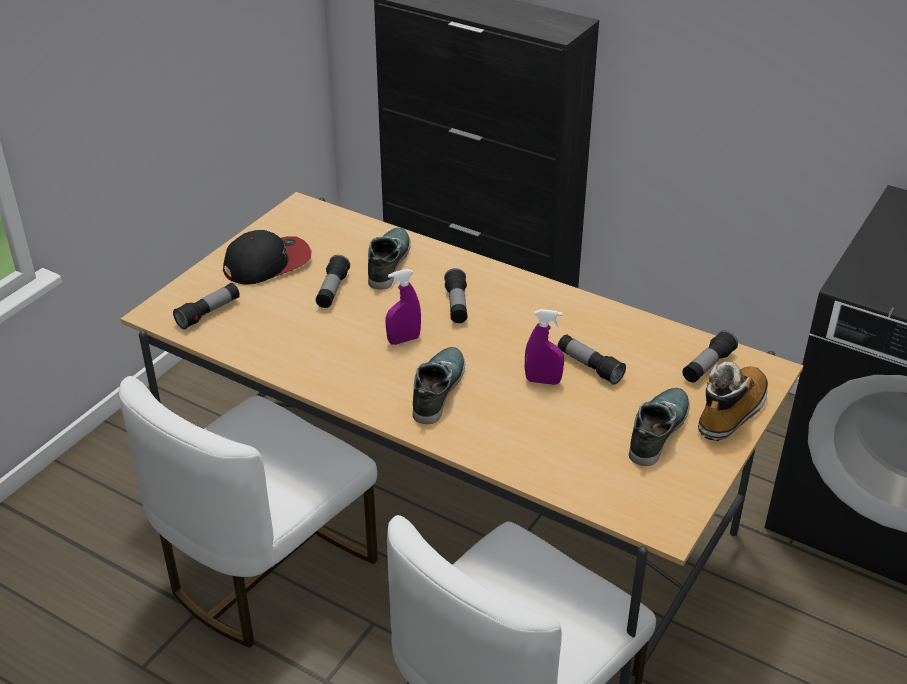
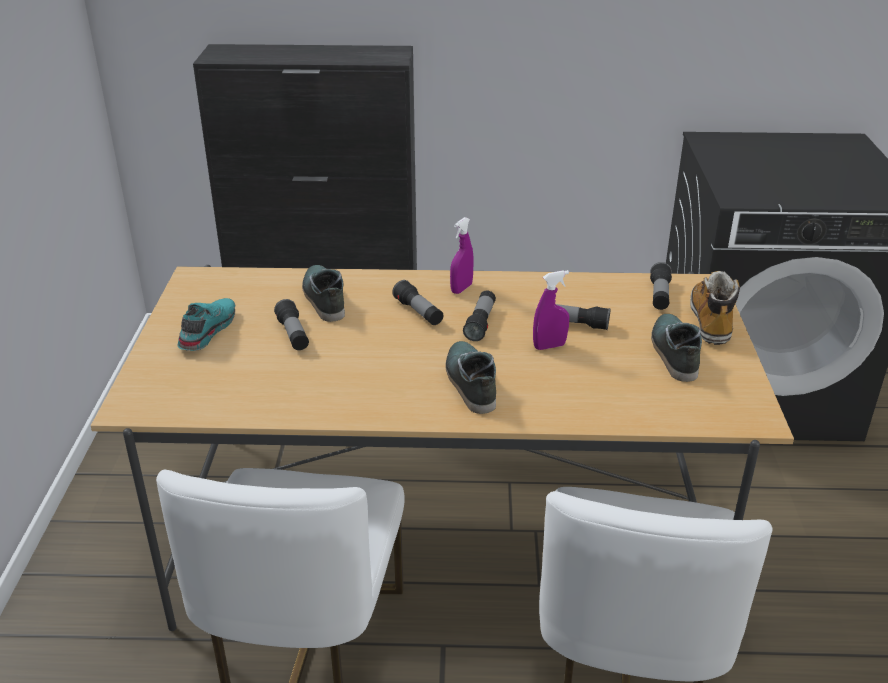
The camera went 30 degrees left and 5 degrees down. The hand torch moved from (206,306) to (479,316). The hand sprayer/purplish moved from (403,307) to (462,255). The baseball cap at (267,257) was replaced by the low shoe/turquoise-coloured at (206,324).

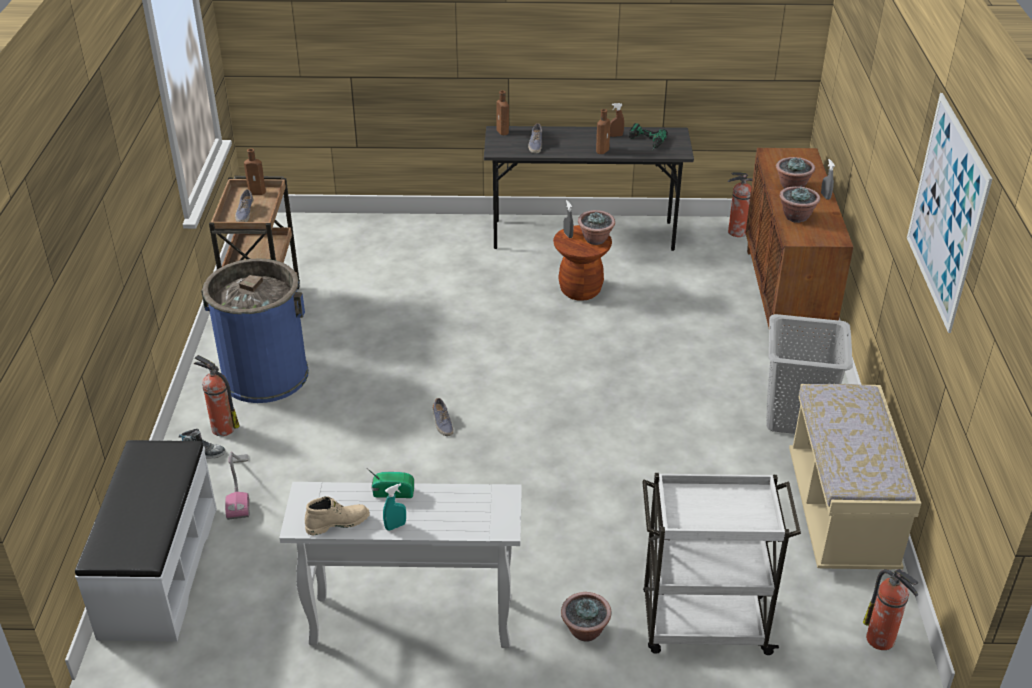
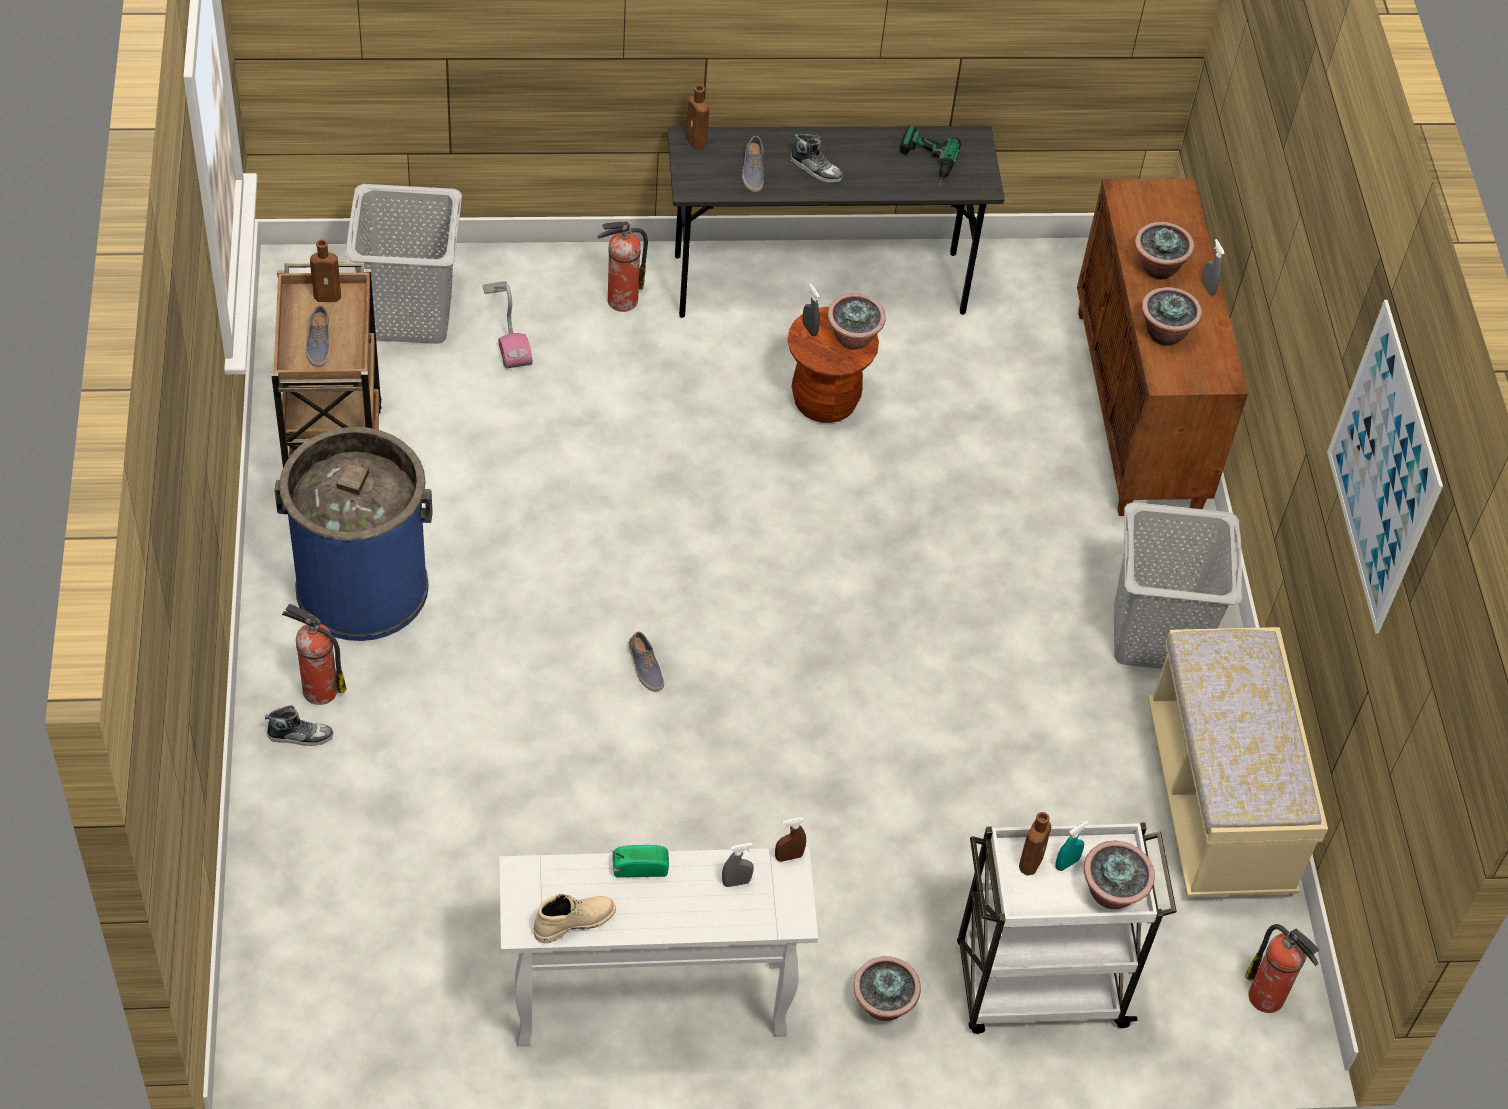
The camera went 10 degrees left and 15 degrees up. The bench/white-coloured at (146,541) disappeared. The laundry basket/grey at (403,264) appeared. The hand sprayer/grey at (738,865) appeared. The low shoe at (817,158) appeared. The plant in a pot at (1119,875) appeared. The hoover moved from (237,486) to (507,325). The hand sprayer/turquoise-coloured moved from (394,507) to (1071,846). The drink bottle/brown moved from (603,131) to (1035,843). The hand sprayer/brown moved from (617,120) to (790,840). The fire-fighting cylinder moved from (740,204) to (623,266).

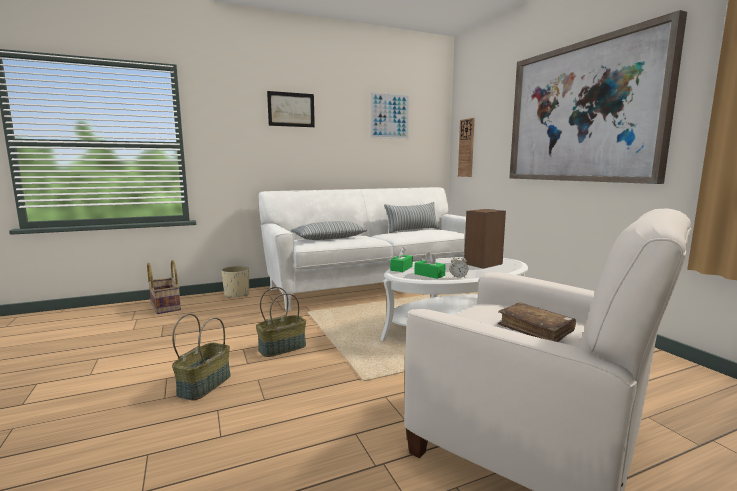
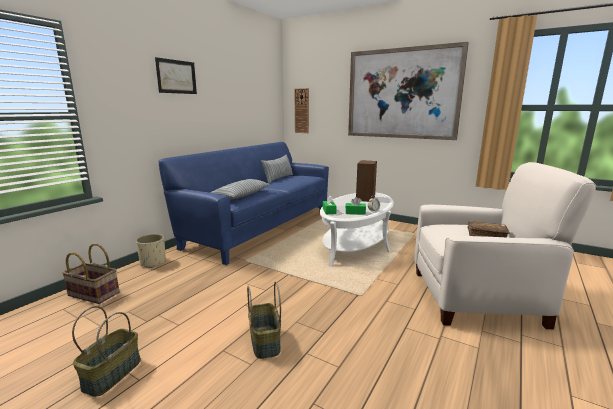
The camera went 35 degrees left and 5 degrees up. The wall art at (390,115) disappeared. The basket moved from (281,322) to (106,351). The sofa/white-coloured at (362,249) became the sofa/blue at (244,203).

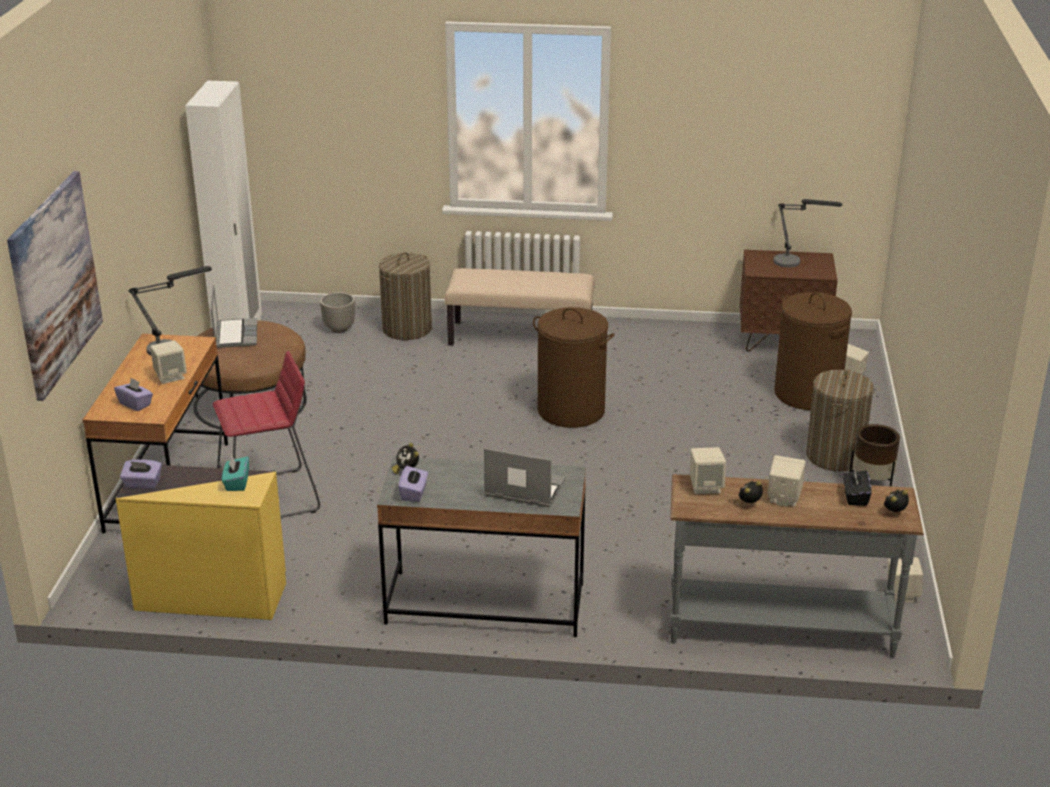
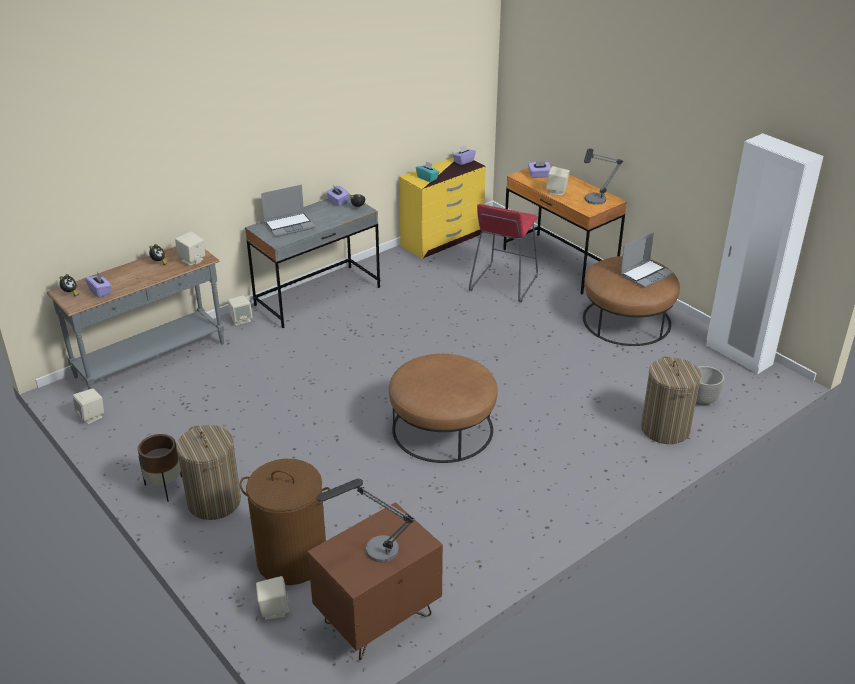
The camera went 135 degrees right and 5 degrees up. The wall art at (55,286) disappeared. The bench/sand-coloured at (520,307) disappeared. The audio speaker/sand-coloured moved from (787,481) to (240,310). The laundry basket/brown at (574,367) was replaced by the pouffe/brown at (443,408). The tissue holder/black at (857,487) became the tissue holder/purplish at (98,284). The notebook computer at (234,316) turned 75 degrees counterclockwise.

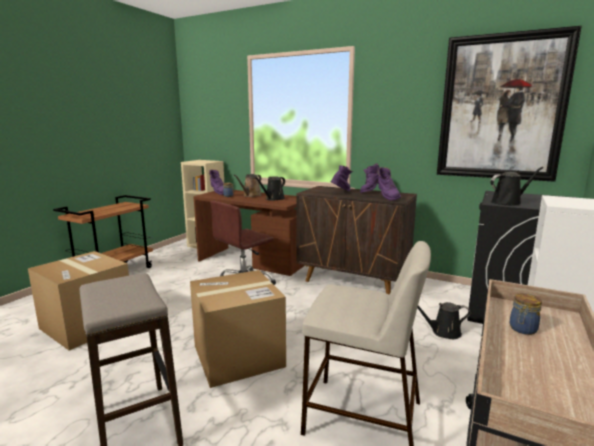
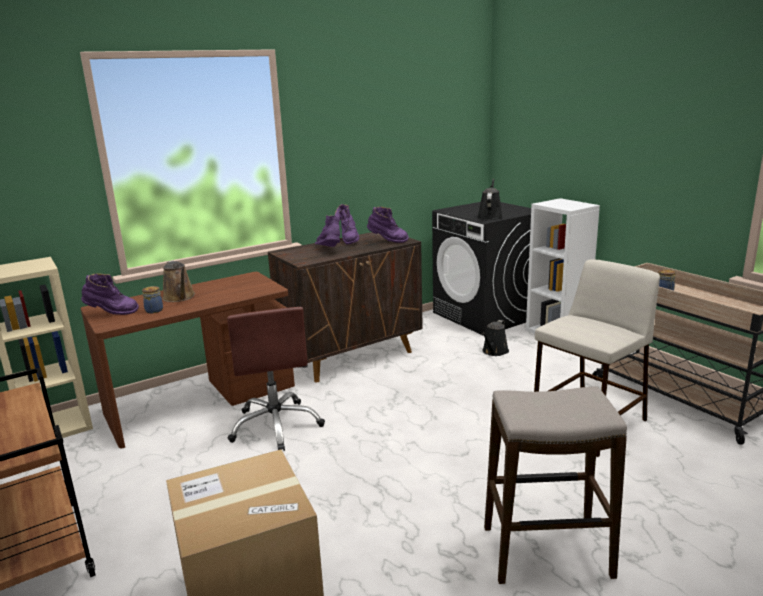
The camera went 60 degrees left and 5 degrees up. The cardboard box at (238,329) disappeared. The sprinkling can/black at (269,188) disappeared. The wall art at (509,104) disappeared.

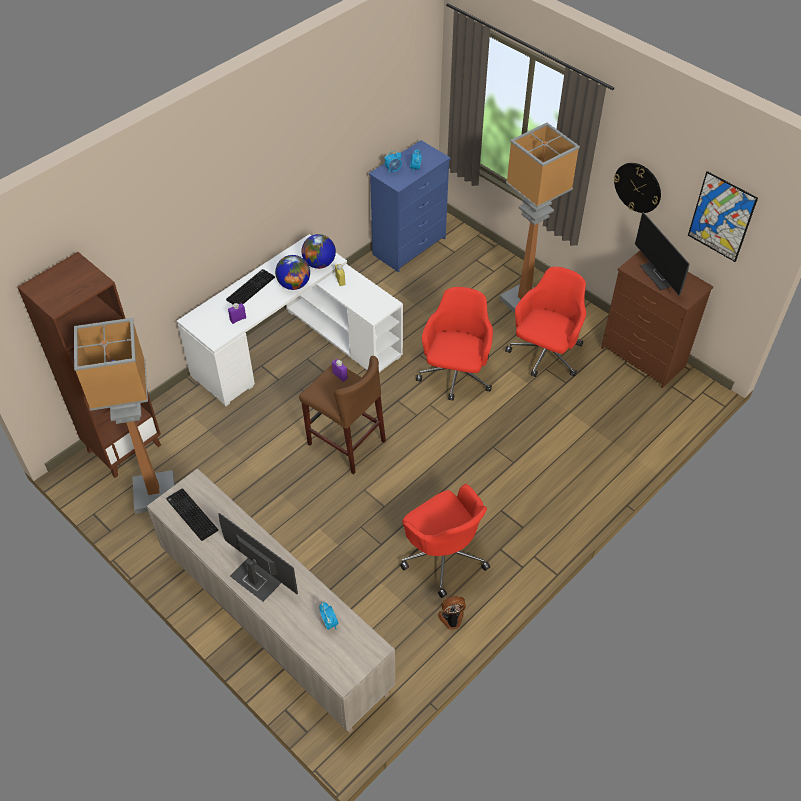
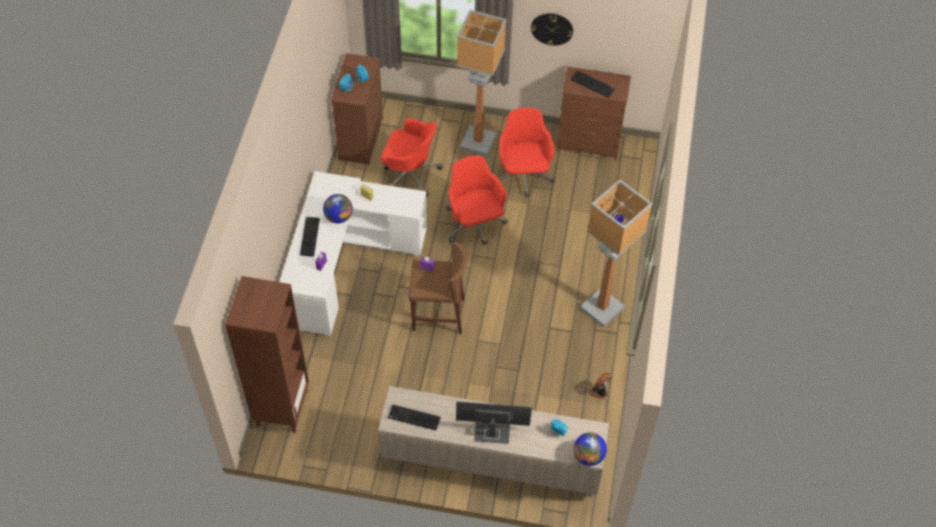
The camera went 35 degrees left and 5 degrees up. The wall art at (723,216) disappeared. The standard lamp moved from (124,416) to (616,254). The globe moved from (319,251) to (590,449). The desk chair/reddish moved from (445,541) to (412,157). The computer screen at (662,254) was replaced by the PC keyboard at (593,84). The dresser/blue at (410,206) became the dresser/brown at (357,109).

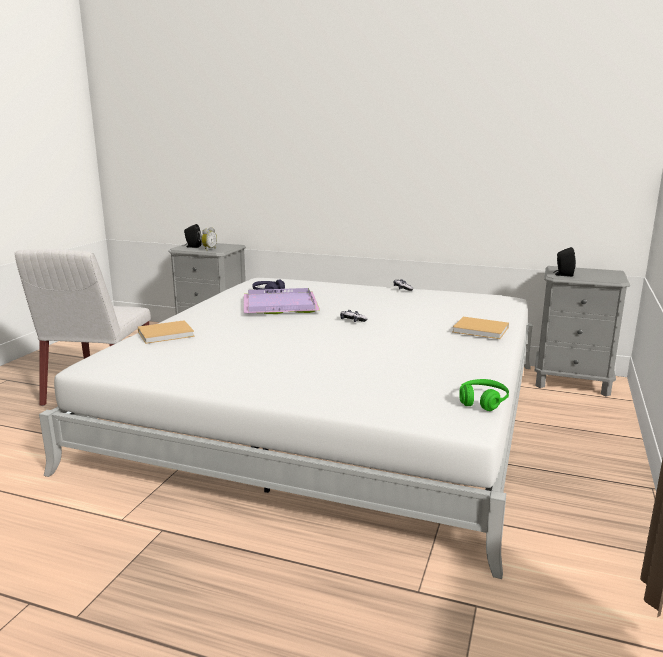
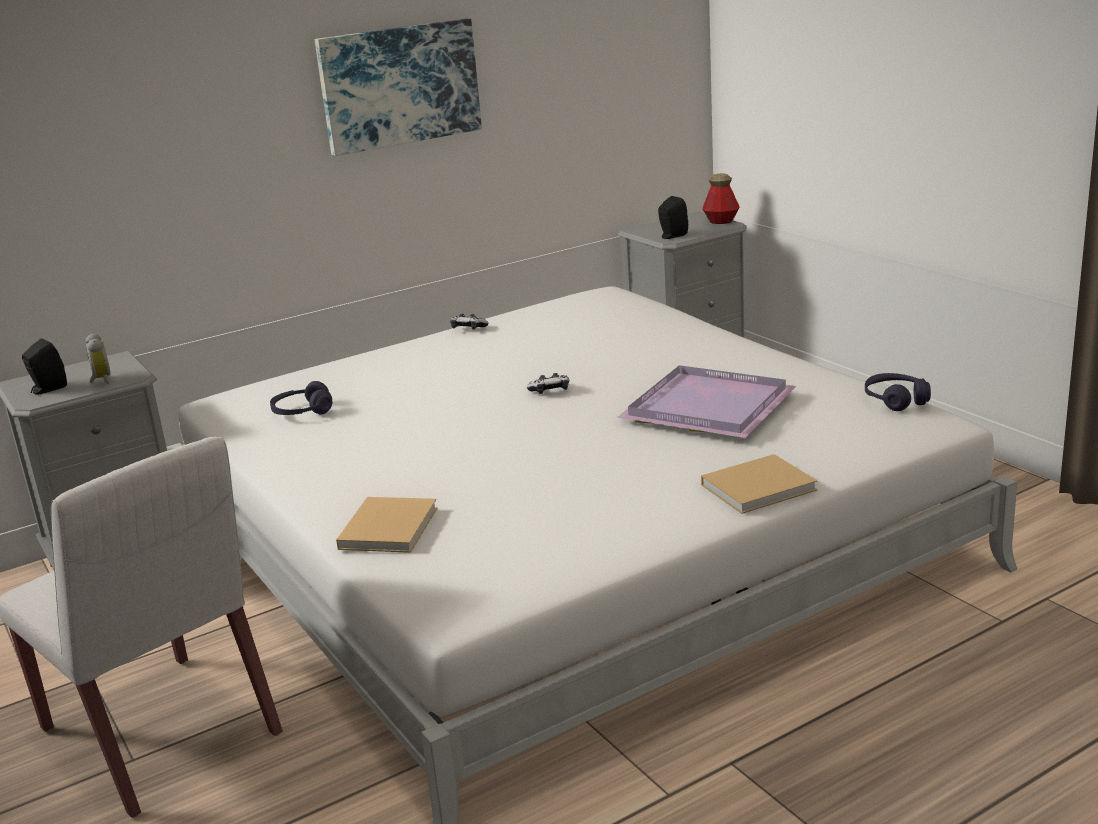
The camera went 50 degrees left and 5 degrees up. The wall art at (398,87) appeared. The drink bottle at (721,199) appeared. The serving tray/purplish moved from (282,301) to (707,401). The volume/sand-coloured moved from (481,328) to (759,484). The headphones/green-coloured at (484,395) became the headphones/purplish at (898,392).

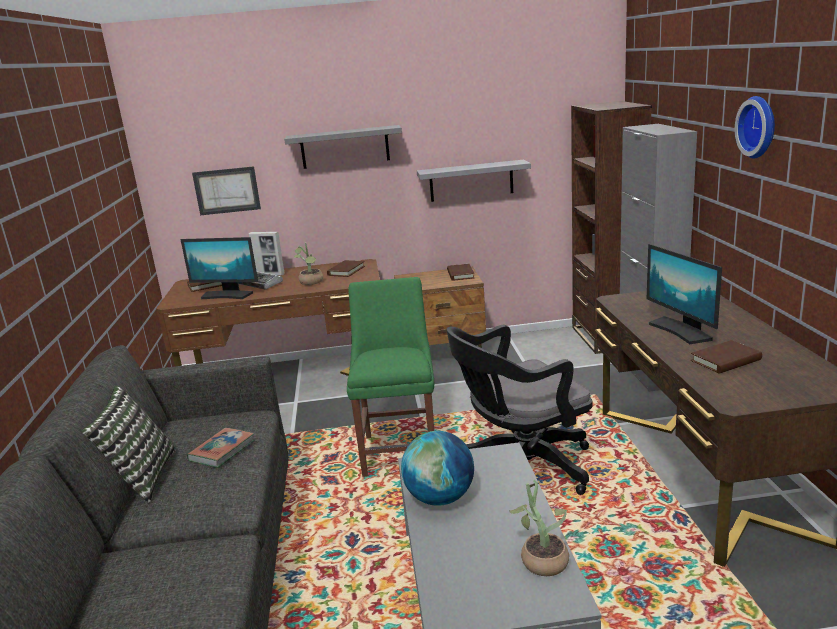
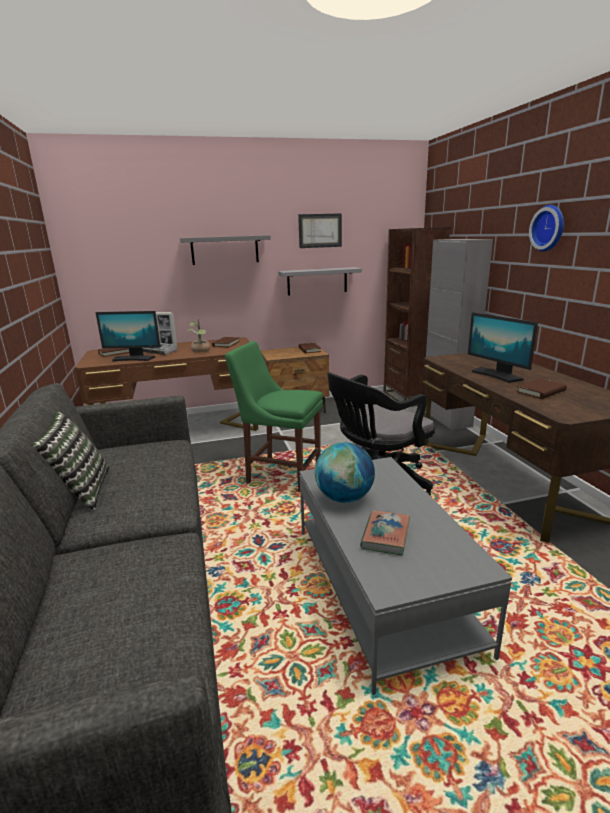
The camera went 10 degrees left and 0 degrees up. The plant in a pot at (539,528) disappeared. The volume moved from (220,448) to (385,532). The wall art moved from (226,190) to (320,230). The plain chair/green-coloured at (390,377) turned 60 degrees counterclockwise.

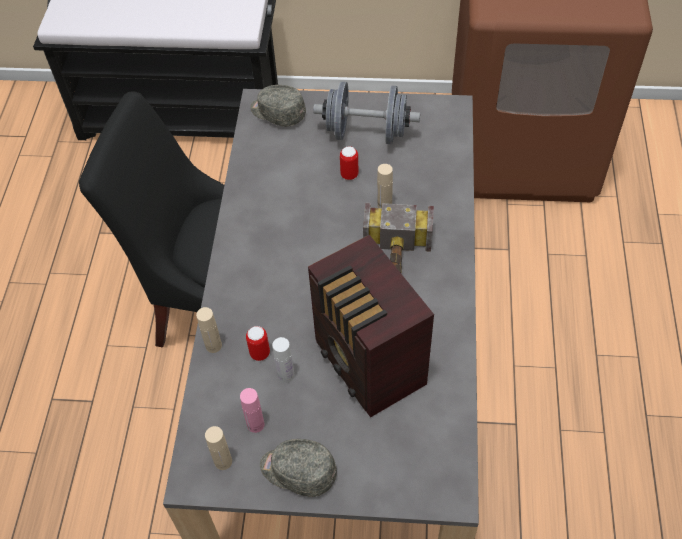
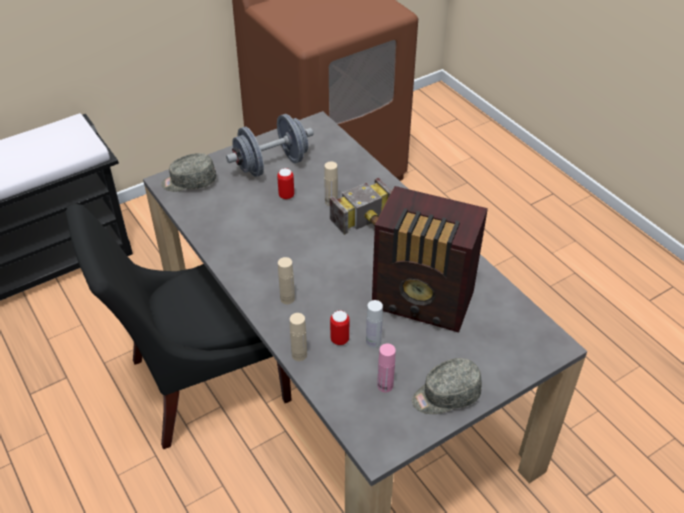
The camera went 40 degrees left and 10 degrees down. The drink bottle/sand-coloured moved from (218,448) to (286,280).

